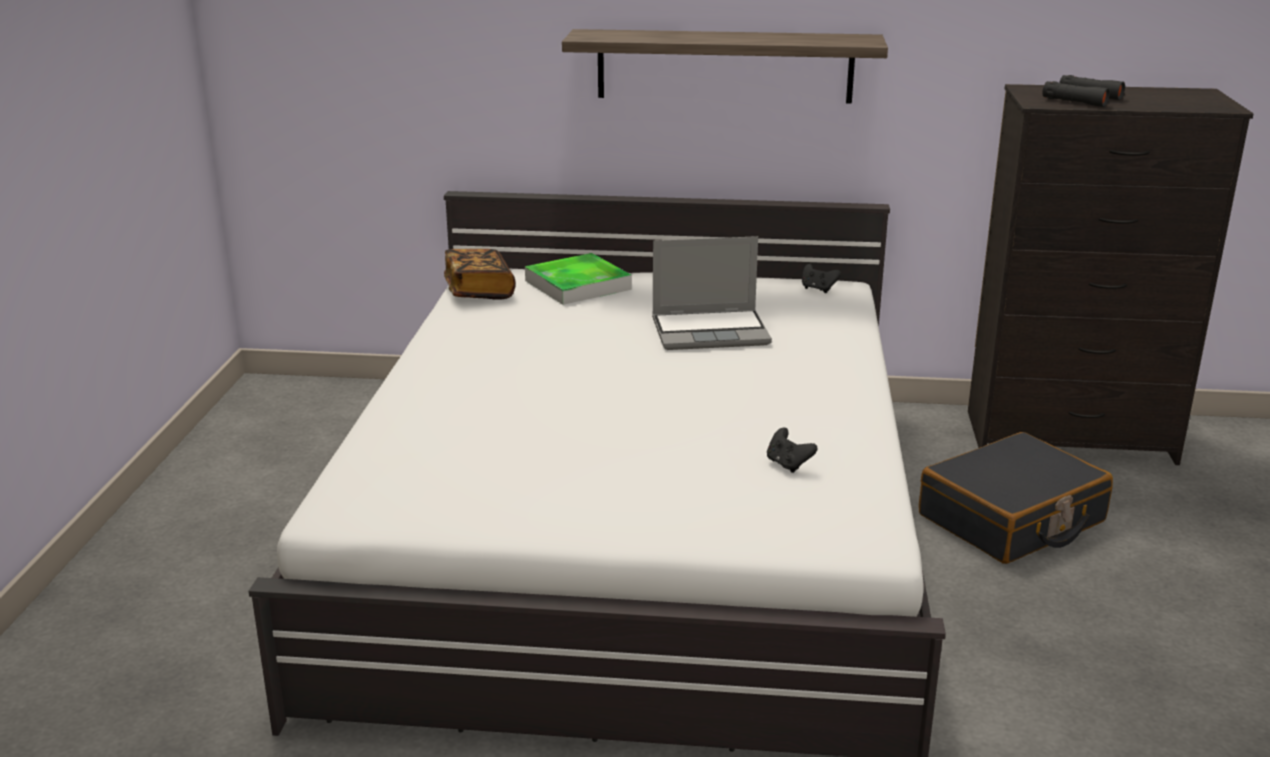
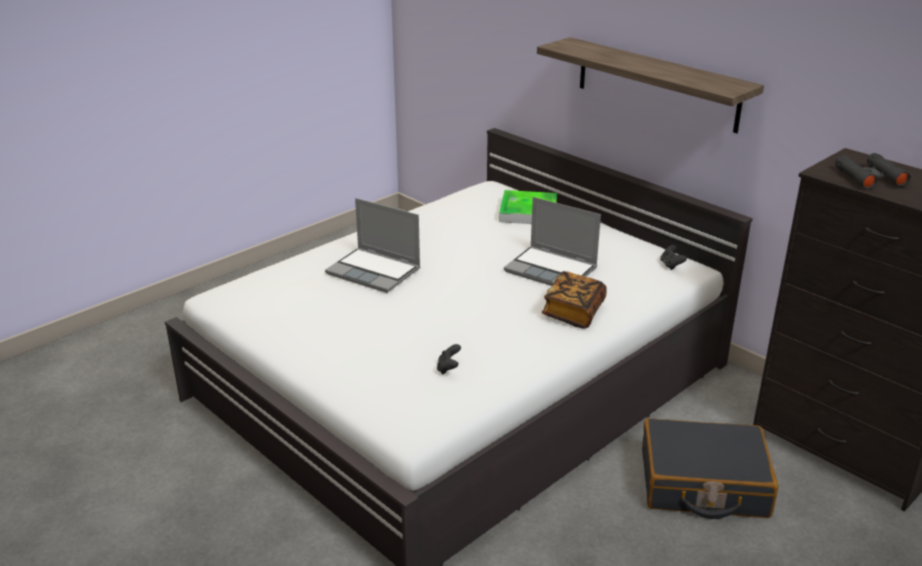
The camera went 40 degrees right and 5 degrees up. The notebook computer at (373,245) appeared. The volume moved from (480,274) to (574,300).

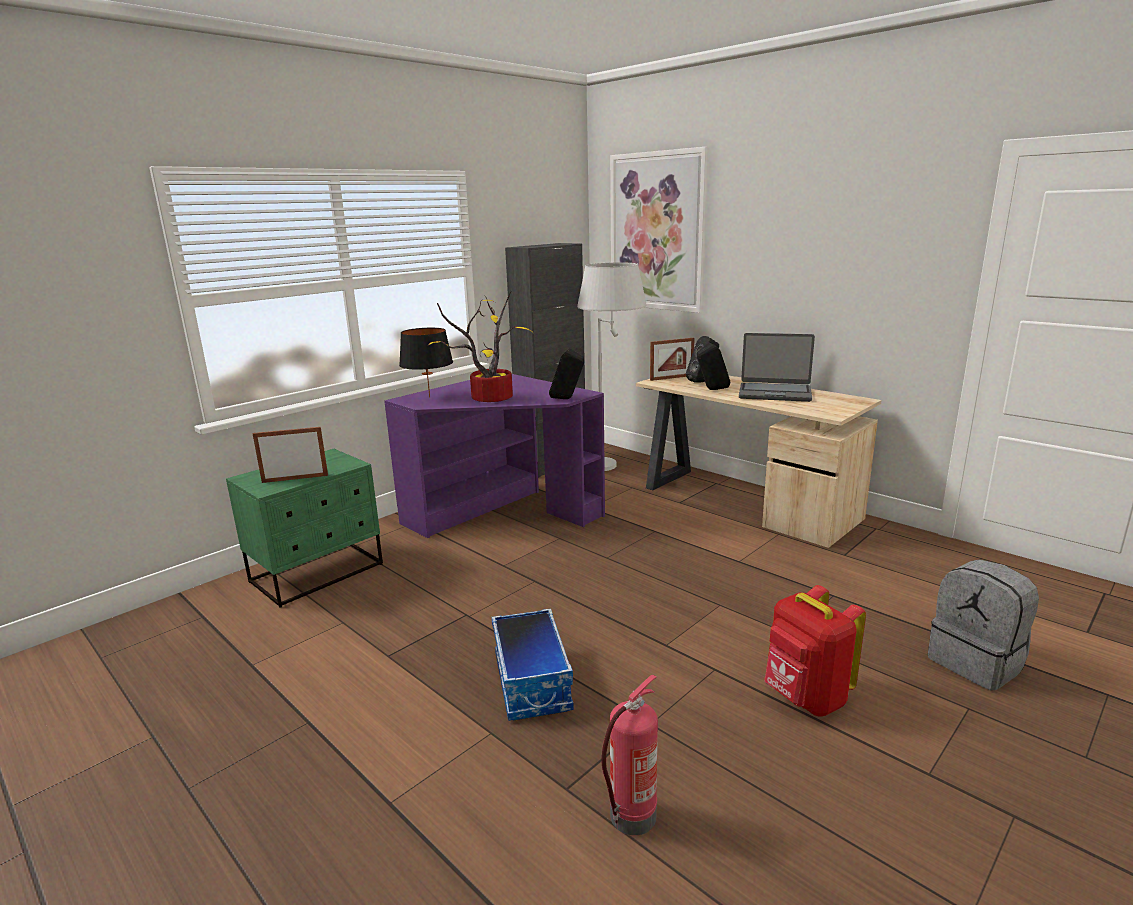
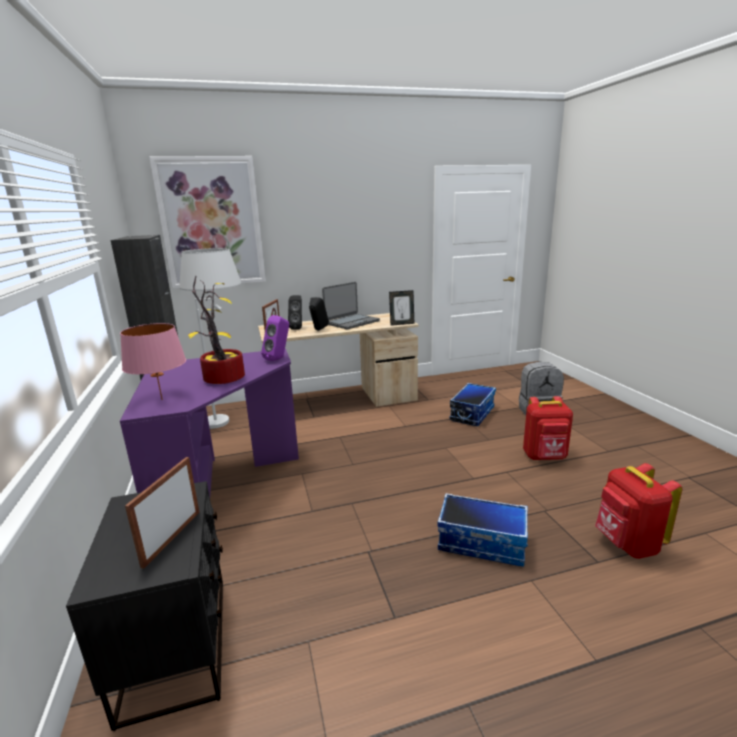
The camera went 60 degrees left and 0 degrees up. The picture frame at (401,308) appeared. The storage bin at (473,404) appeared. The fire-fighting cylinder at (630,755) was replaced by the rucksack/reddish at (638,511). The nightstand/green-coloured at (304,528) became the nightstand/black at (144,606). The table lamp/black at (426,363) became the table lamp/pink-coloured at (153,361). The audio speaker/black at (567,373) became the audio speaker/purplish at (275,338).

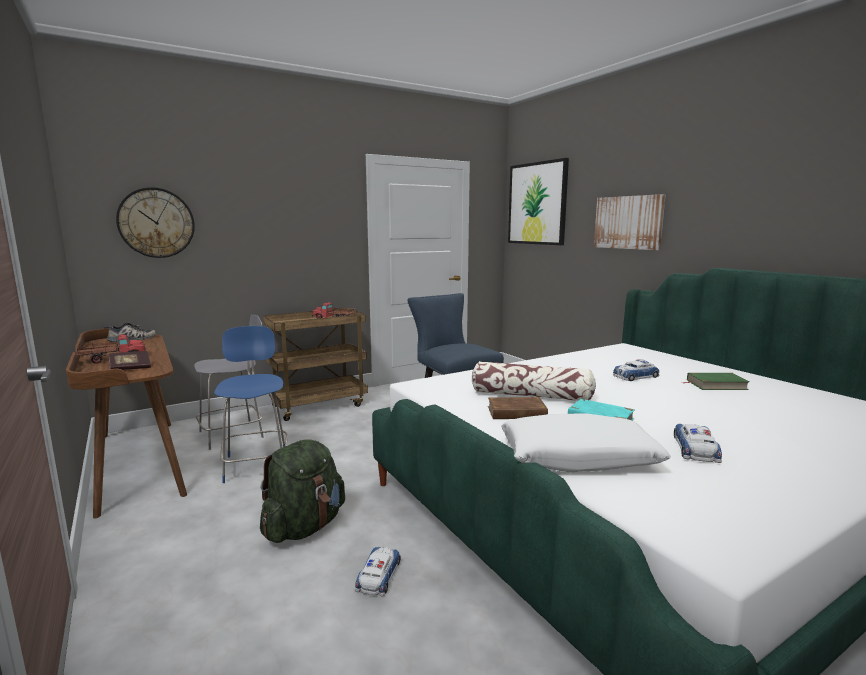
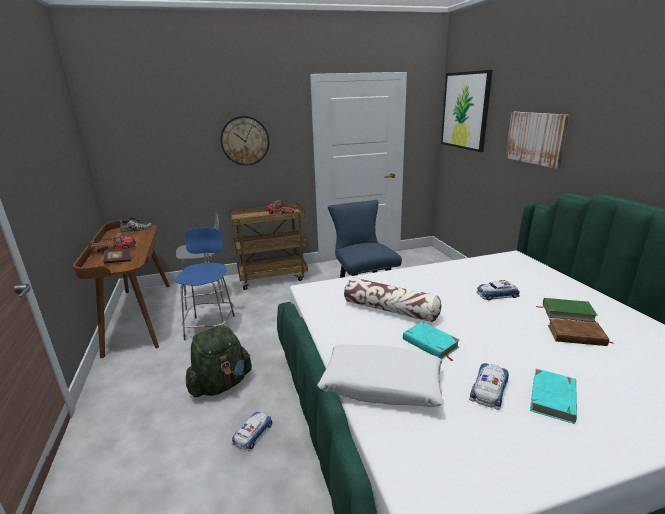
The camera went 15 degrees right and 10 degrees up. The volume/turquoise-coloured at (553,396) appeared. The wall clock moved from (155,222) to (244,141). The volume/brown moved from (518,408) to (581,332).

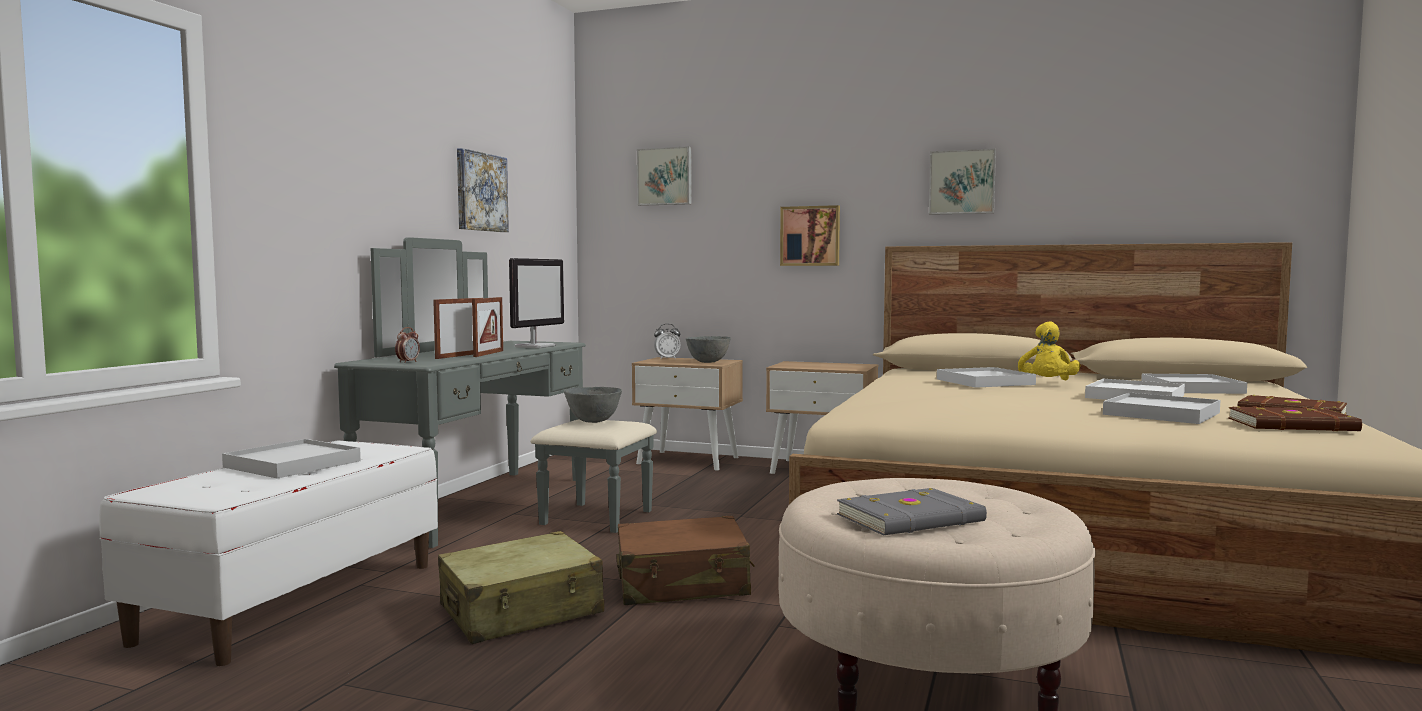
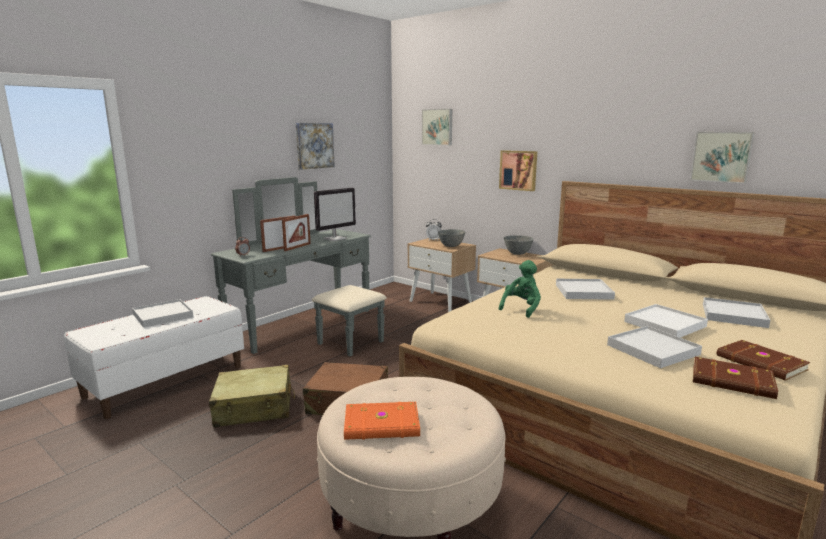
The camera went 20 degrees right and 10 degrees up. The soft toy/yellow at (1049,350) disappeared. The soft toy/green-coloured at (520,289) appeared. The deep dish/grey moved from (593,405) to (518,245). The wall art moved from (962,181) to (722,158). The volume/grey at (912,511) became the volume/orange at (382,421).

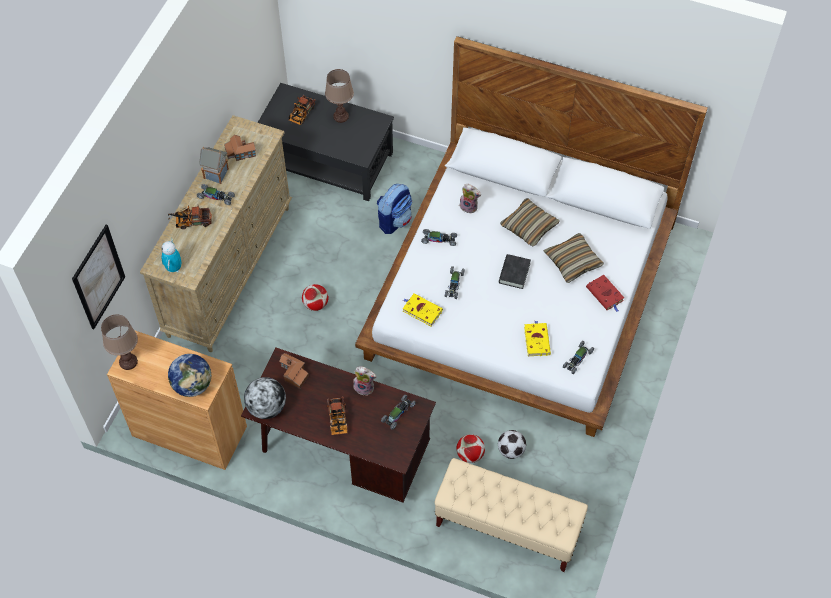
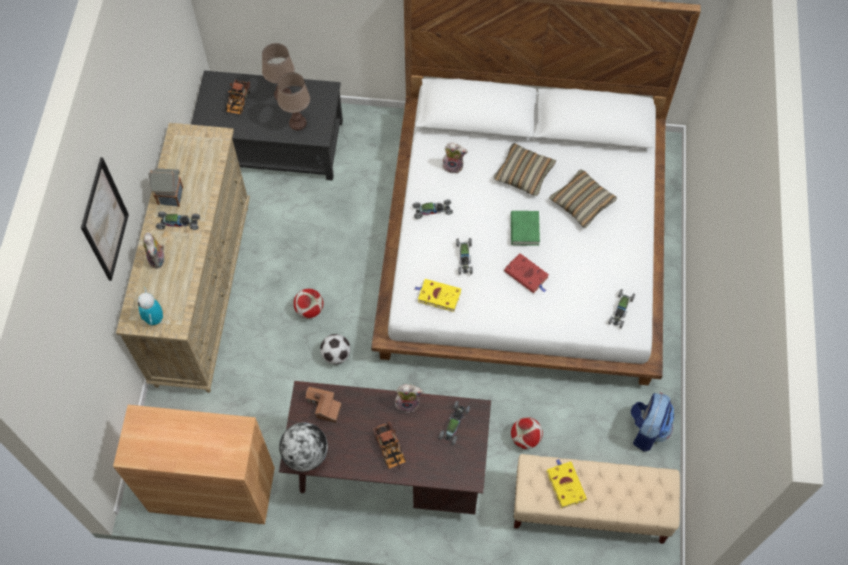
The camera went 15 degrees left and 5 degrees up. The globe at (189,375) disappeared. The miniature house at (240,148) disappeared. The wall art moved from (98,277) to (105,219). The table lamp/brown moved from (119,342) to (293,101). The rucksack moved from (394,209) to (652,422). The football moved from (512,444) to (335,349). The volume/yellow moved from (537,338) to (566,484). The volume/reddish moved from (605,293) to (526,273). The toy truck at (190,217) was replaced by the soft toy at (153,250). The volume/black at (515,271) became the volume/green-coloured at (525,228).

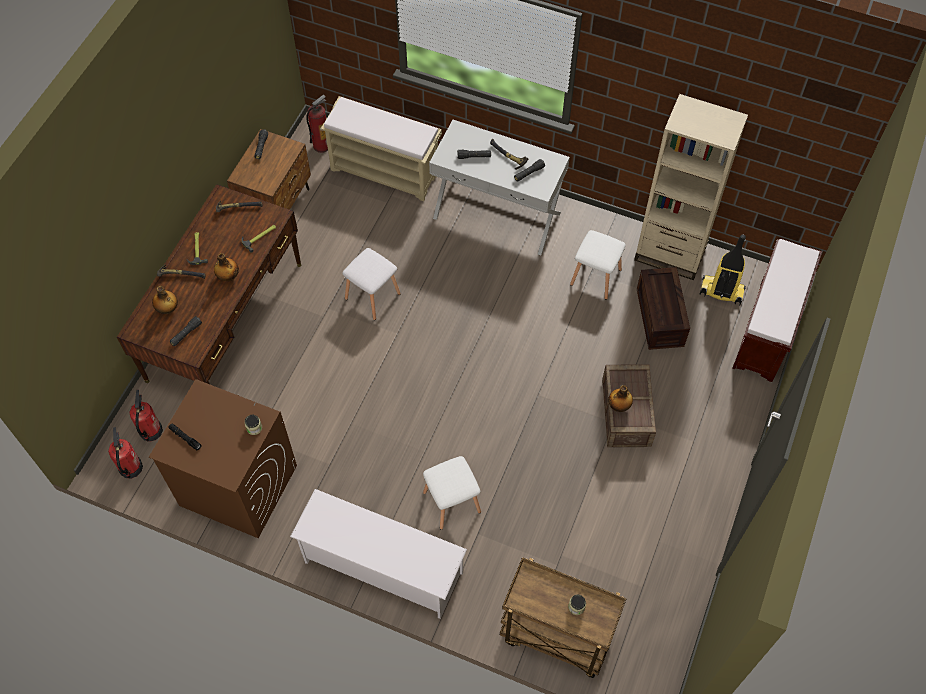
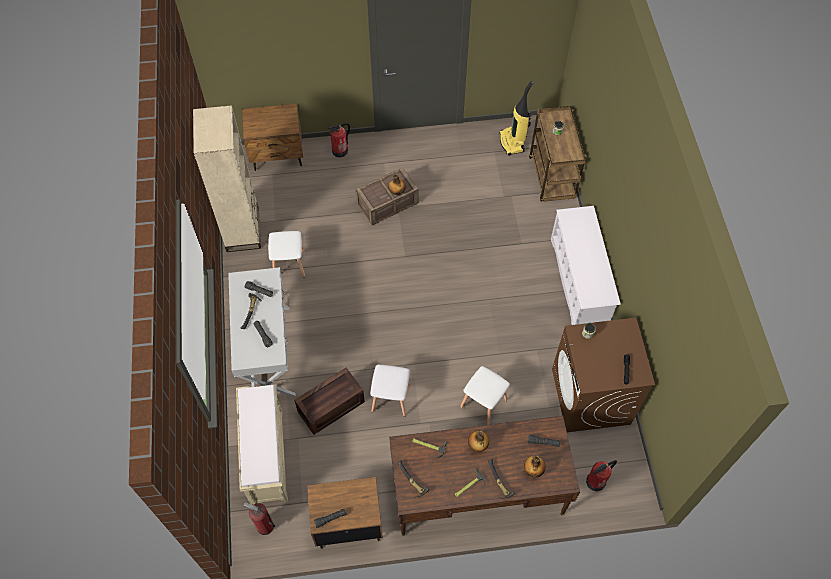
The camera went 120 degrees left and 0 degrees up. The fire-fighting cylinder moved from (125,453) to (339,140). The stool seat/white-coloured moved from (452,493) to (485,395). The packing crate moved from (663,308) to (329,401). The hoover moved from (723,270) to (516,118). The bench/brown at (777,310) was replaced by the nightstand/brown at (272,137).

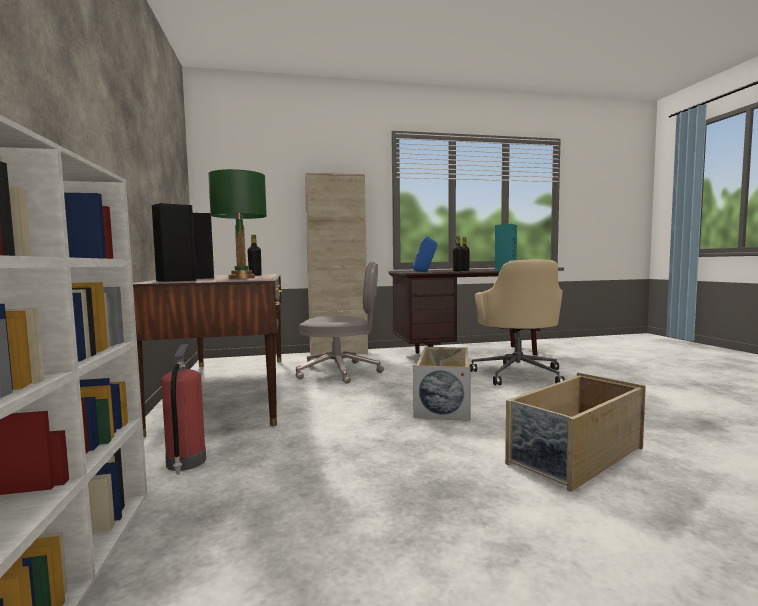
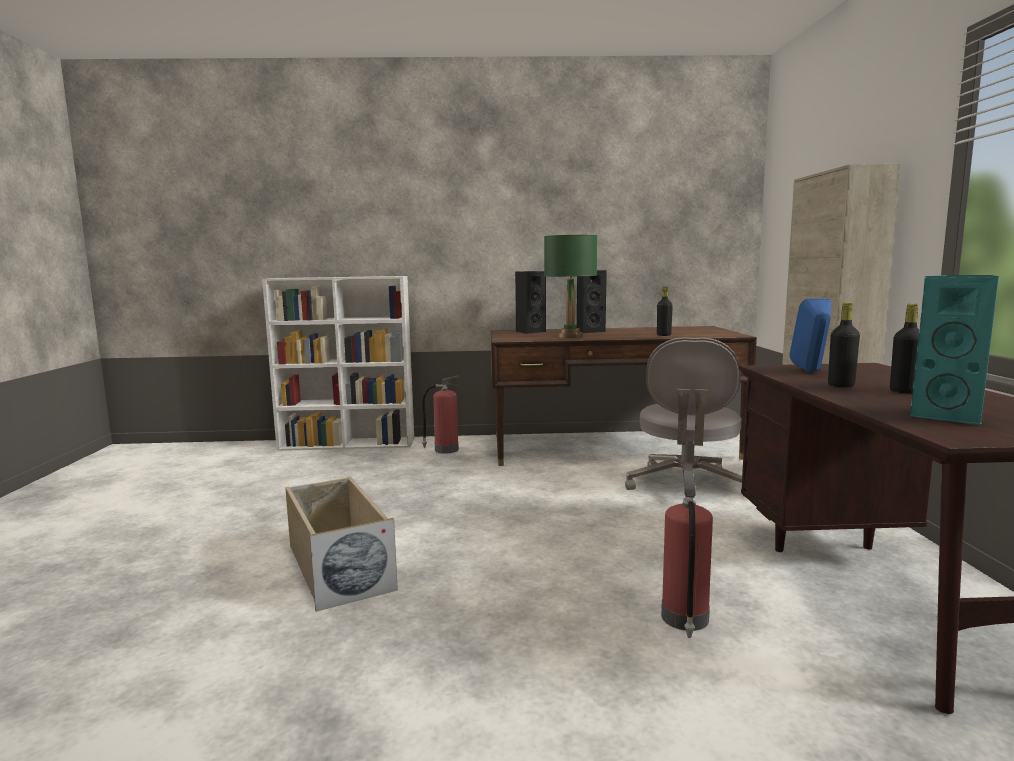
The camera went 100 degrees right and 5 degrees up. The storage bin/sand-coloured at (442,383) disappeared. The desk chair/sand-coloured at (517,322) was replaced by the fire-fighting cylinder at (687,554).

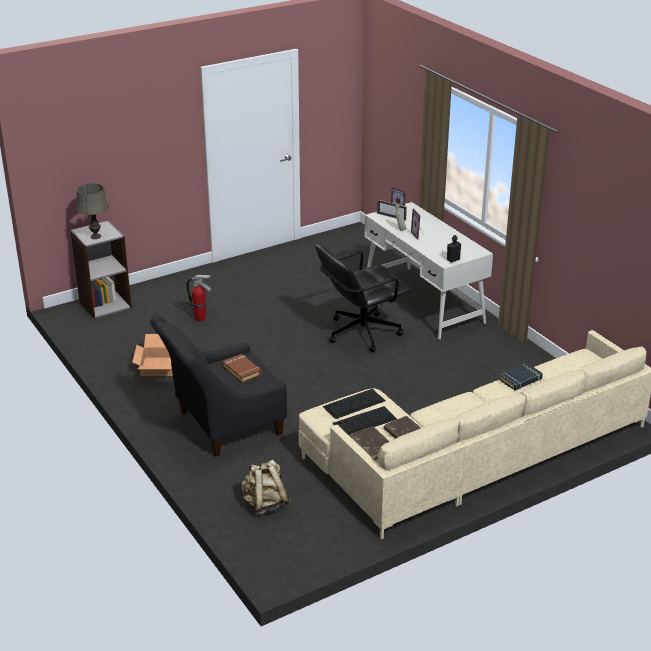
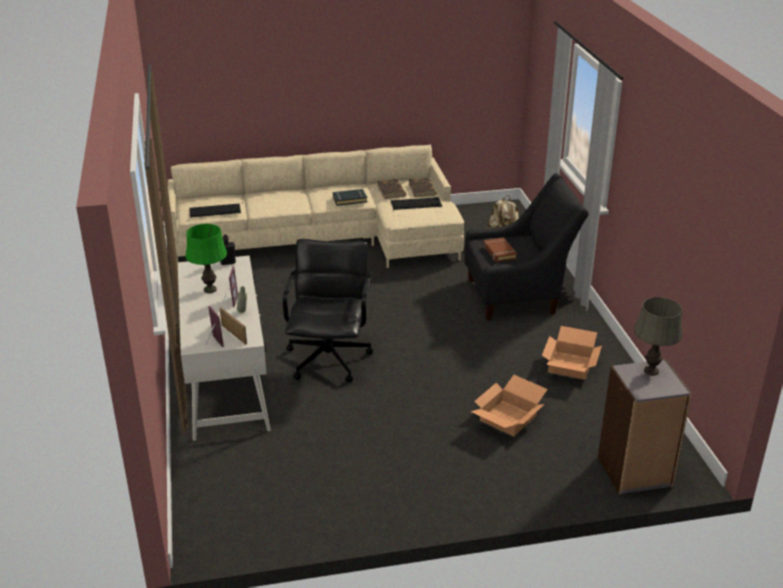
The camera went 160 degrees left and 0 degrees up. The table lamp/green-coloured at (206,258) appeared. The PC keyboard moved from (354,404) to (215,210). The volume/black moved from (521,376) to (350,197). The fire-fighting cylinder at (198,298) was replaced by the cardboard box at (509,405). The desk chair/black at (363,298) turned 75 degrees counterclockwise.

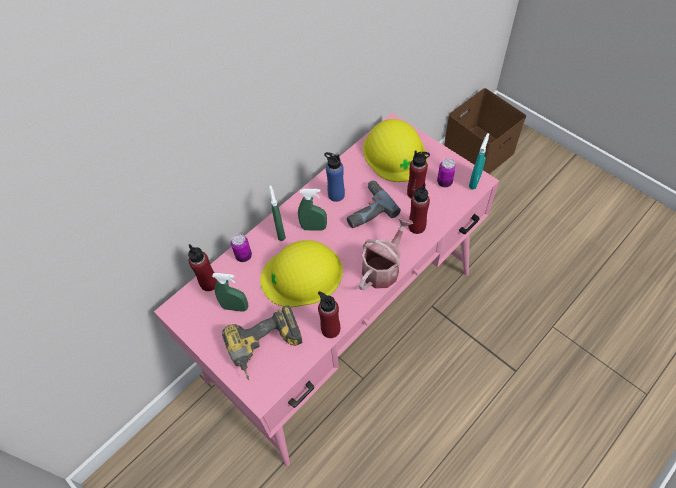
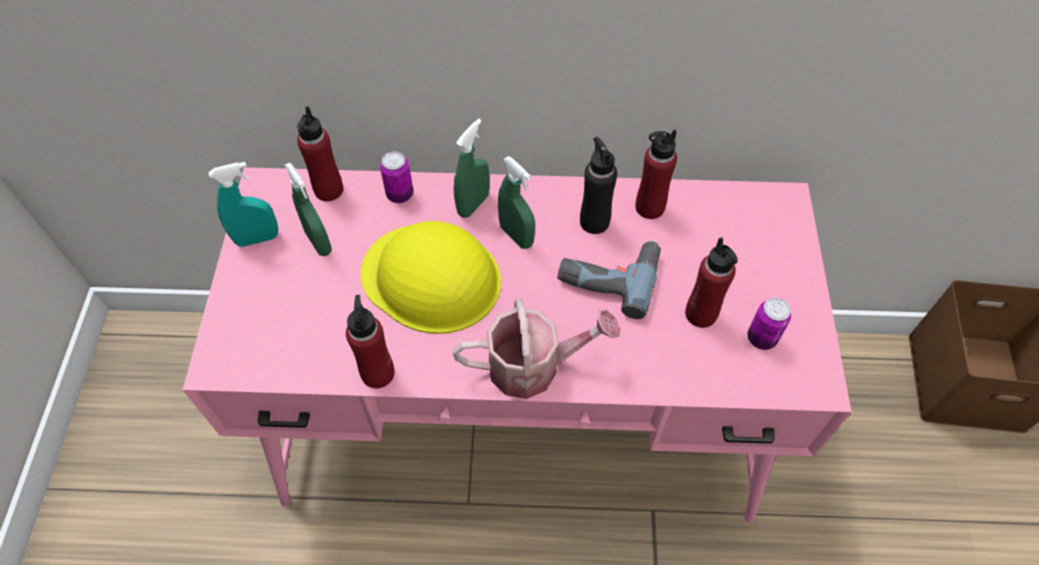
The camera went 45 degrees right and 0 degrees up. The power drill at (262,342) disappeared. The work helmet/yellow at (395,150) disappeared. The drink bottle/reddish moved from (419,208) to (656,174). The hand sprayer/turquoise-coloured moved from (479,161) to (243,204). The drink bottle/blue at (334,177) became the drink bottle/black at (598,185).

